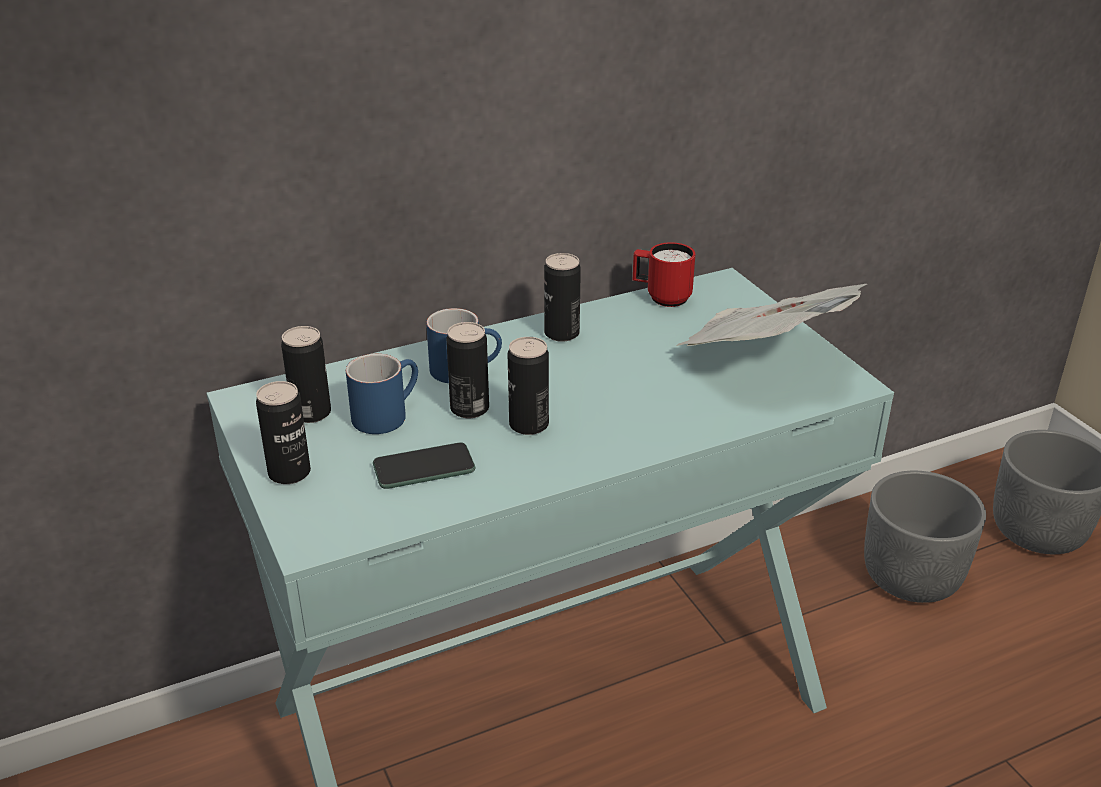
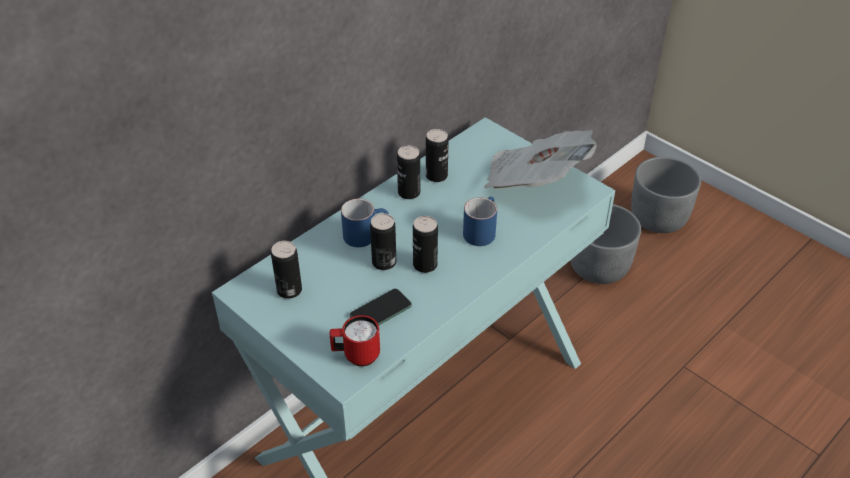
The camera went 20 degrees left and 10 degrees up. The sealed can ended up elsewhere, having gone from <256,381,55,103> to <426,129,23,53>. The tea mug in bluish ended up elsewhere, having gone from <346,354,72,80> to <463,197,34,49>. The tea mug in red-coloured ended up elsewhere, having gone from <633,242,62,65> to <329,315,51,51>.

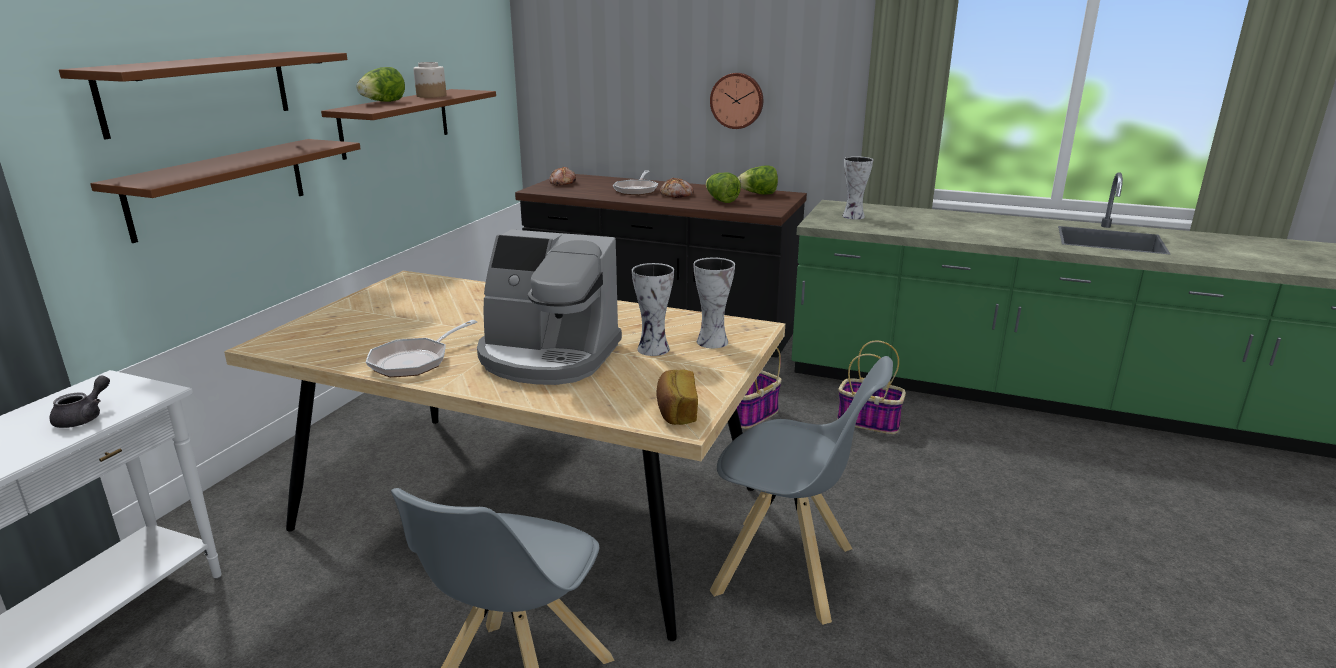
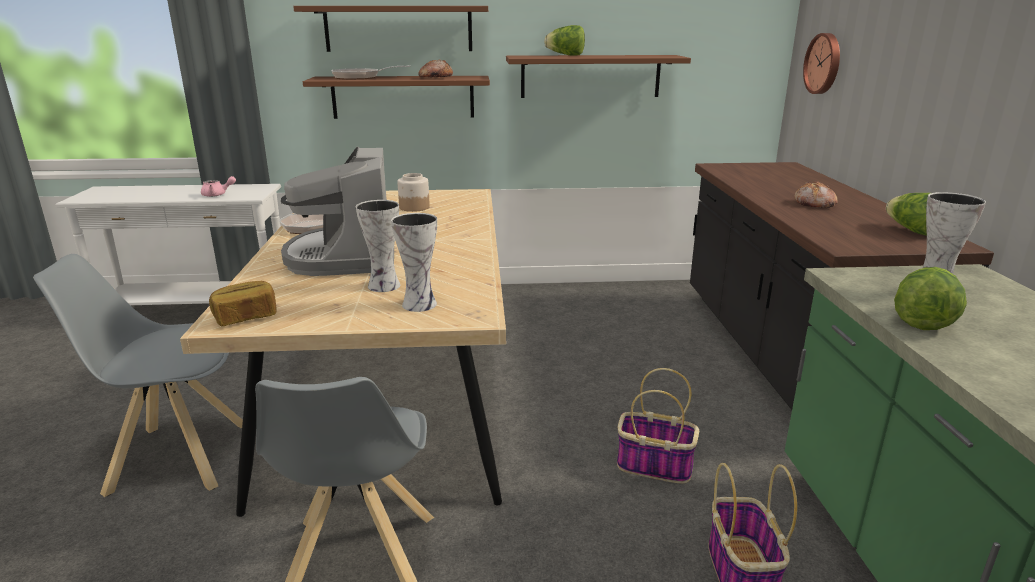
The camera went 65 degrees right and 0 degrees up. What was the pot for tea in gray at <49,375,61,53> turned into the pot for tea in pink at <201,176,35,21>. The preserve jar ended up elsewhere, having gone from <413,62,34,36> to <397,173,33,39>. The baked bread ended up elsewhere, having gone from <549,167,27,19> to <418,59,35,18>. The frying pan ended up elsewhere, having gone from <613,170,45,25> to <332,65,78,15>. The lettuce ended up elsewhere, having gone from <706,172,35,31> to <894,267,73,63>. The wall clock ended up elsewhere, having gone from <710,73,53,56> to <803,33,37,61>.

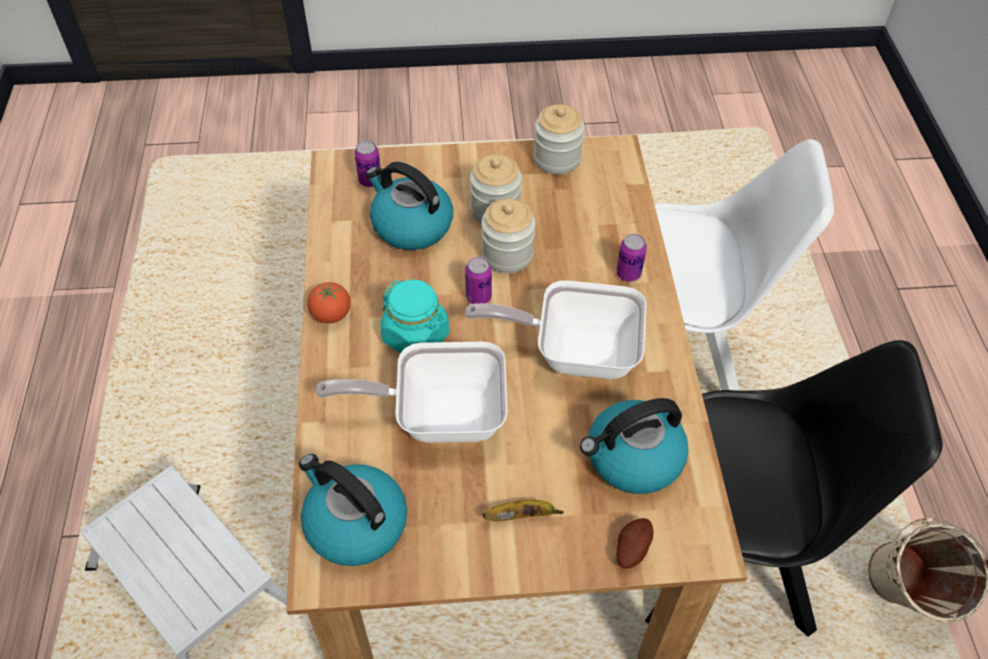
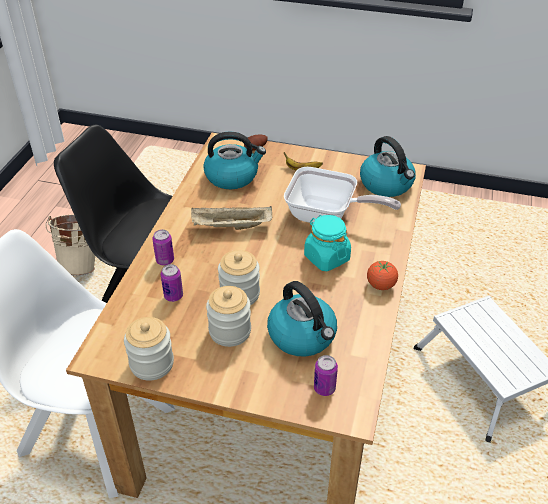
The camera went 160 degrees left and 10 degrees down. The sealed can ended up elsewhere, having gone from <465,257,27,47> to <161,264,22,38>. Where the frying pan stood at <465,280,182,99>, the carrying tray in sand-coloured came to stand at <191,206,81,24>.

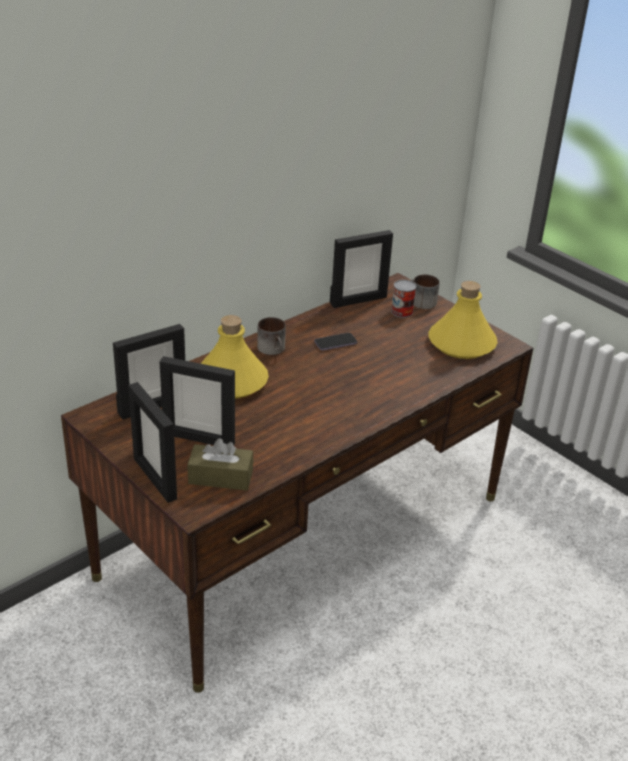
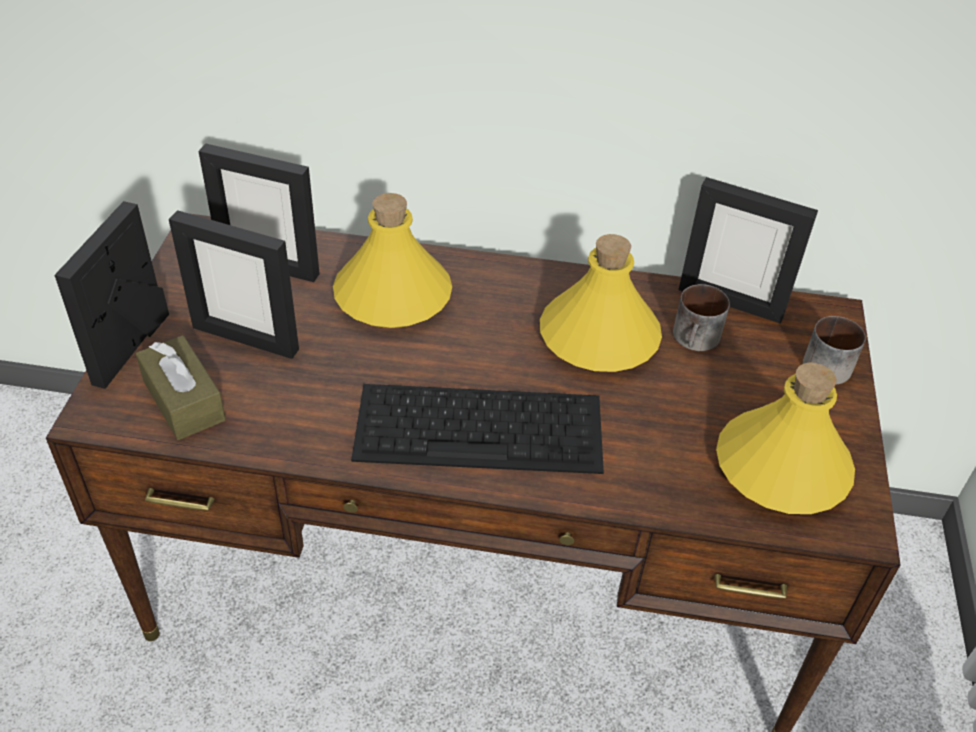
The camera went 50 degrees right and 10 degrees up. The photo frame at <159,356,76,89> ended up facing another way, 45 degrees counterclockwise from before. The tea mug ended up elsewhere, having gone from <257,317,29,38> to <673,284,57,67>. Where the handset stood at <314,333,43,17>, the beverage bottle in yellow came to stand at <540,234,122,138>. The second view lost the sealed can at <391,280,25,38>. The second view gained the keyboard at <351,384,253,90>.

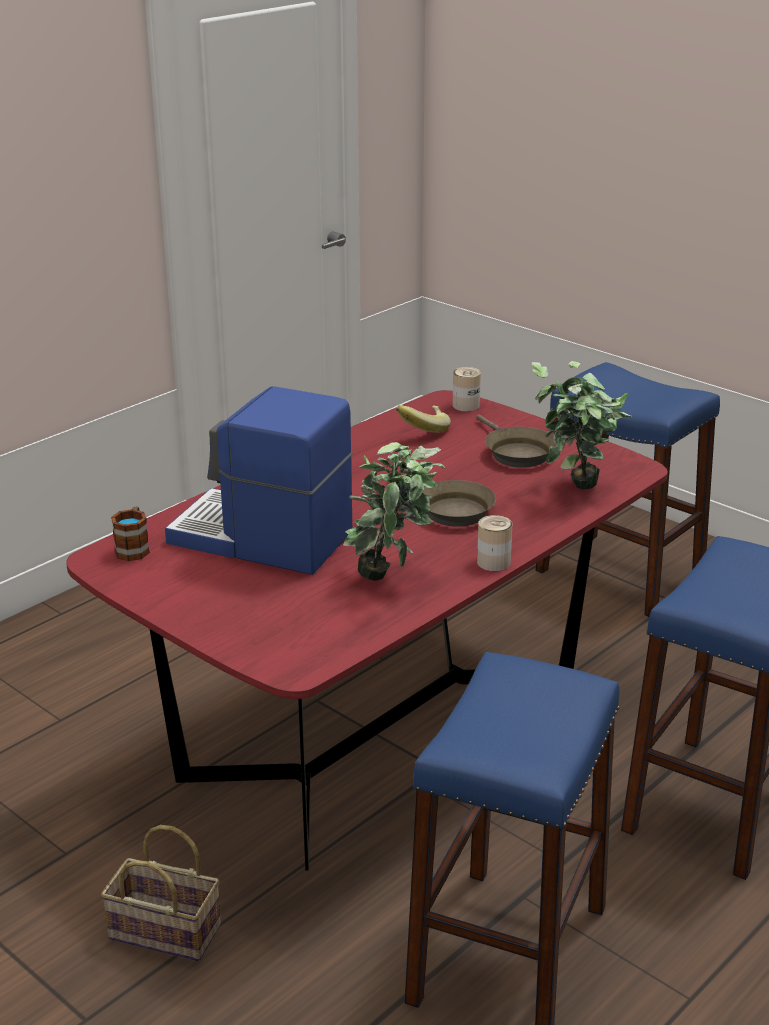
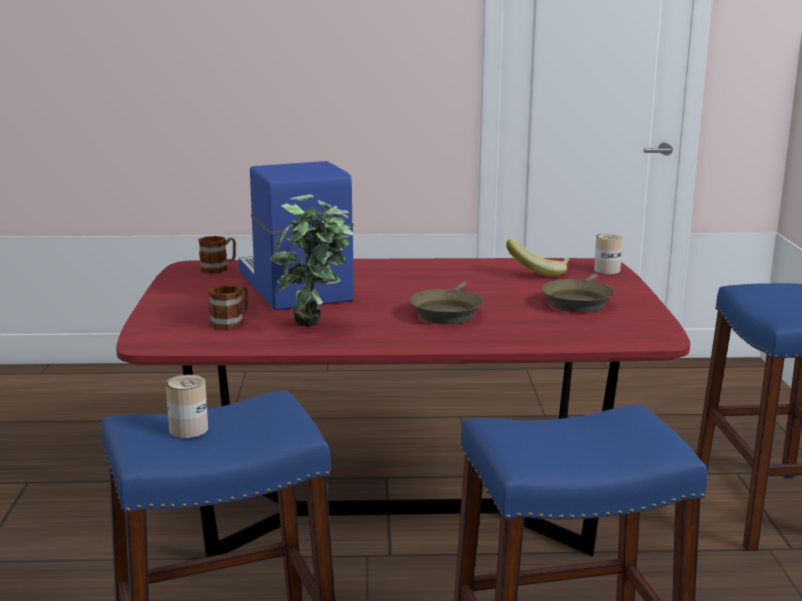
The camera went 45 degrees right and 10 degrees down. The second view lost the household basket at <101,825,120,136>. The sealed can ended up elsewhere, having gone from <477,515,35,56> to <166,375,42,63>. The second view lost the plant in a pot at <532,361,101,129>. The second view gained the tea mug at <208,285,40,45>.

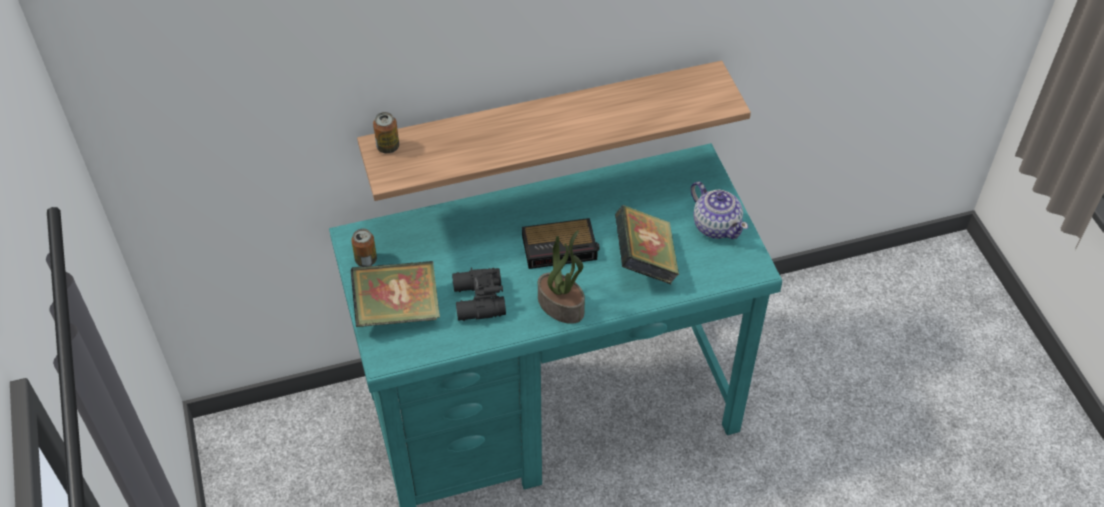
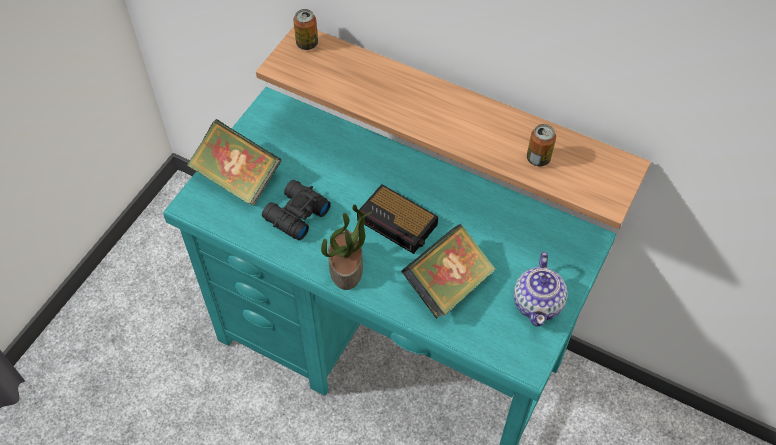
The camera went 45 degrees right and 5 degrees up. The sealed can ended up elsewhere, having gone from <351,229,26,38> to <527,124,29,43>.

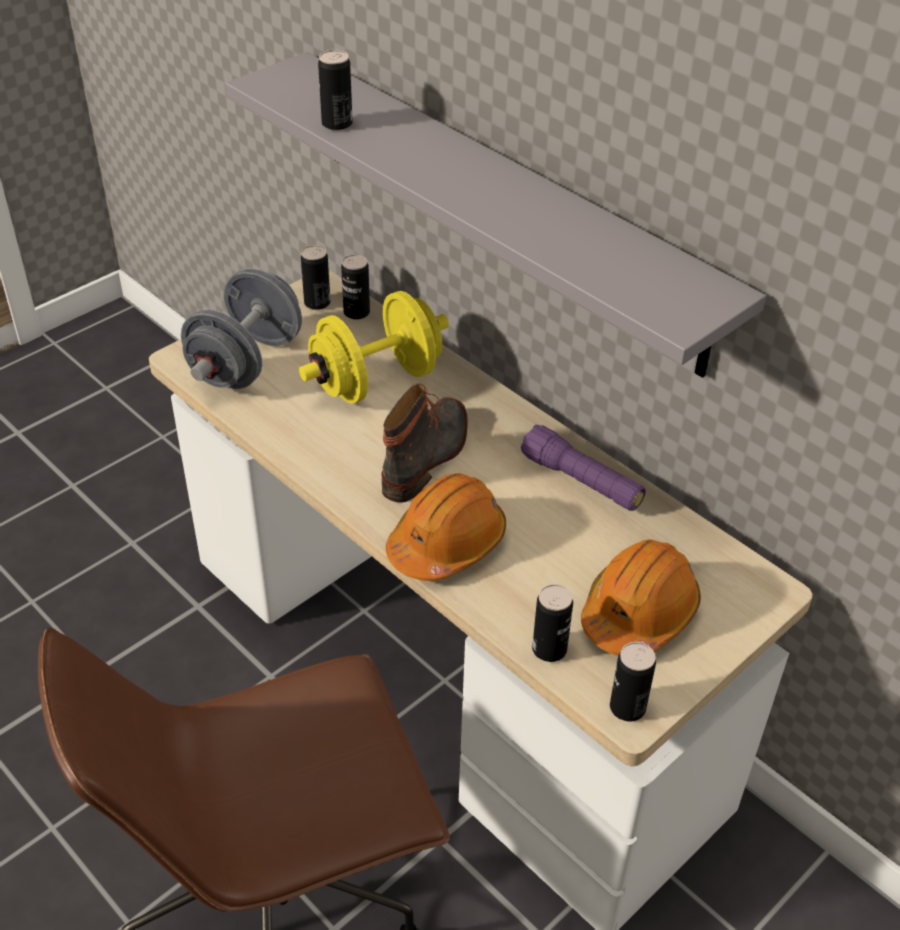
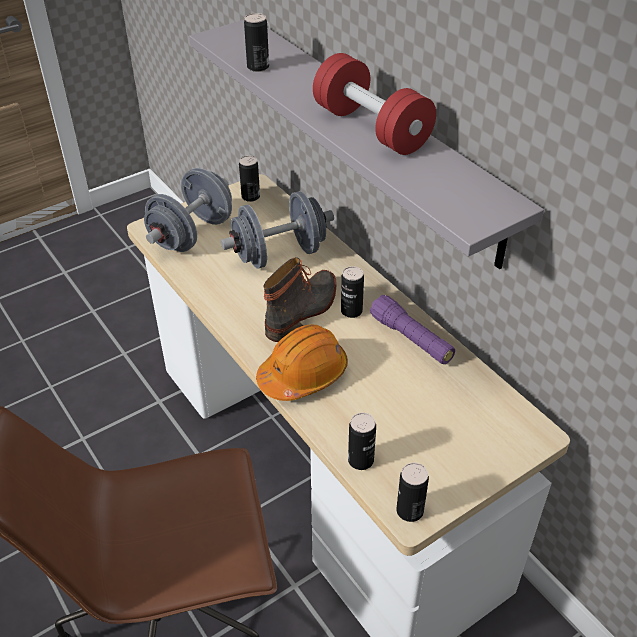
The camera went 10 degrees right and 0 degrees up. What was the free weight in yellow at <299,291,150,113> turned into the free weight in gray at <221,191,113,78>. The sealed can ended up elsewhere, having gone from <341,254,29,66> to <341,266,23,52>. The second view lost the hard hat in orangey at <581,539,120,117>. The second view gained the free weight in red-coloured at <313,53,123,102>.

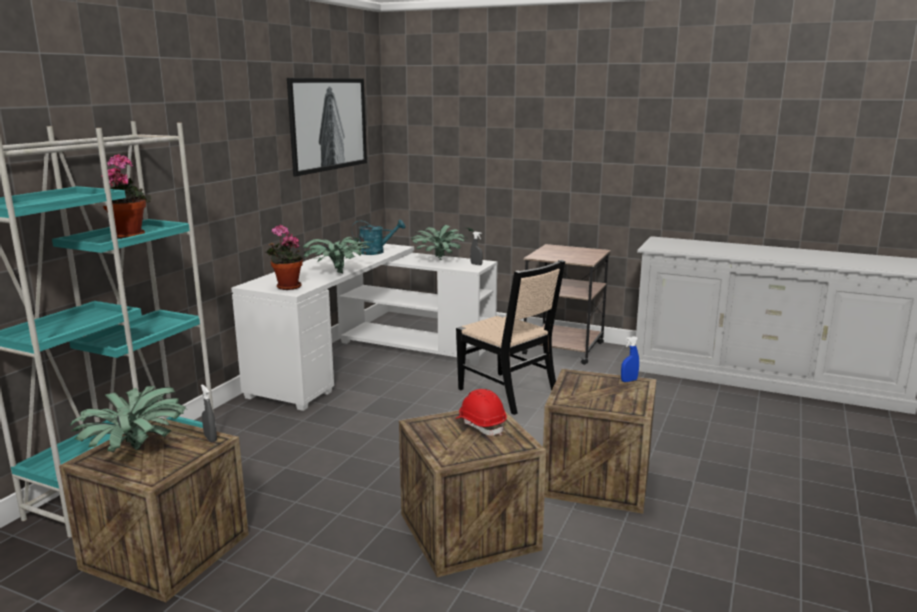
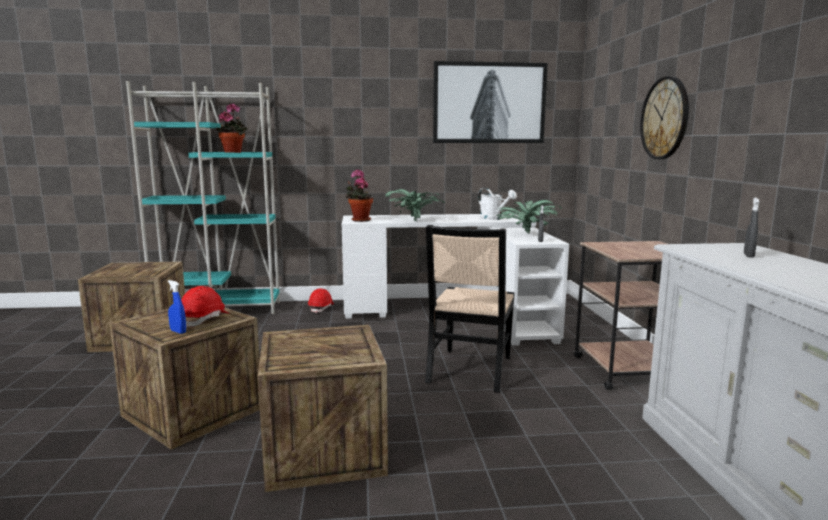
The camera went 60 degrees right and 5 degrees down. The second view lost the plant in a pot at <70,386,116,67>. The sprayer in gray ended up elsewhere, having gone from <201,385,16,57> to <744,198,15,60>. What was the watering can in turquoise-coloured at <352,219,54,36> turned into the watering can in white at <478,188,39,32>. The sprayer in bluish ended up elsewhere, having gone from <621,336,18,46> to <168,280,18,54>. The second view gained the hard hat in red-coloured at <308,288,26,25>. The second view gained the wall clock at <640,76,49,83>.

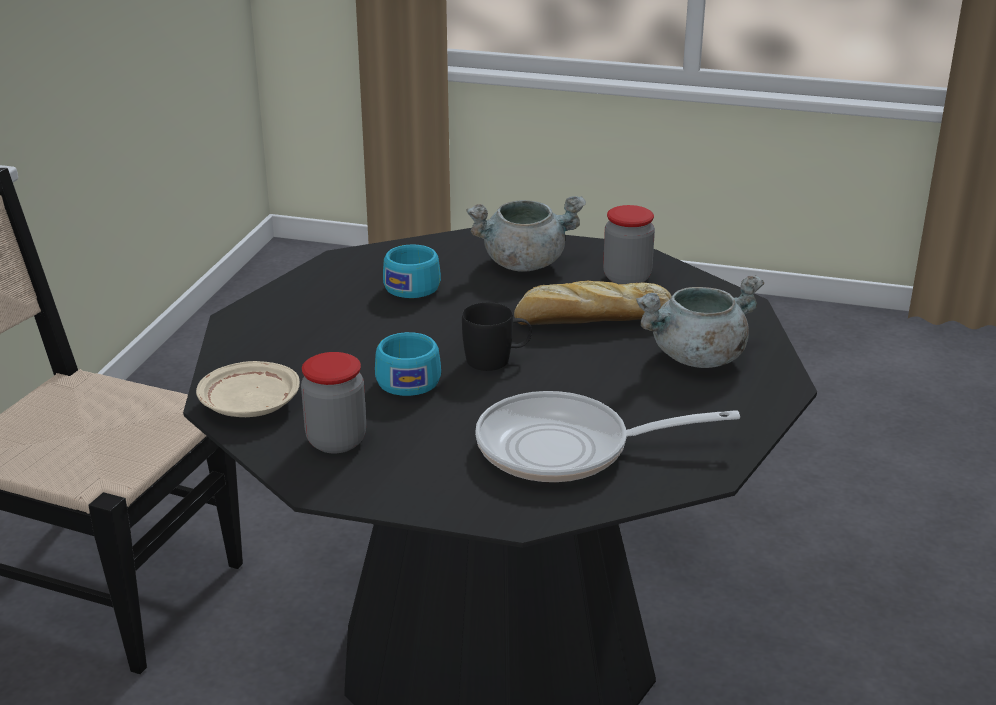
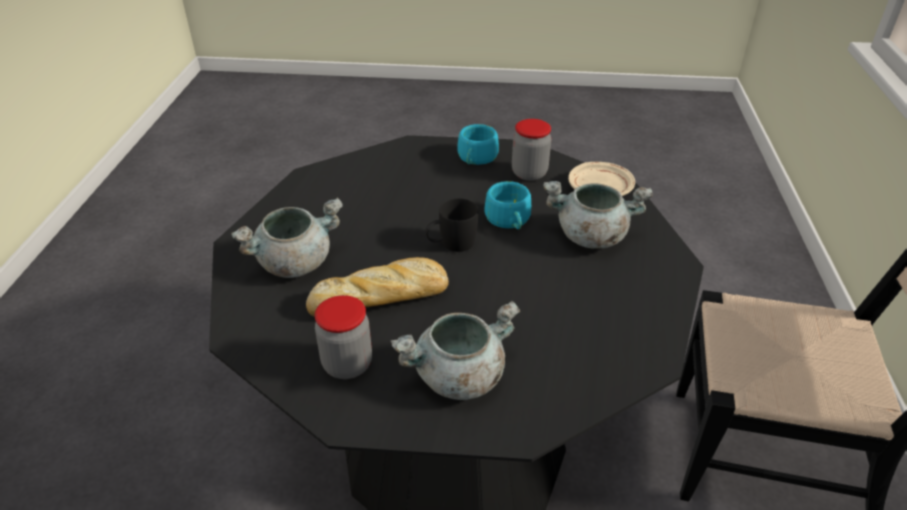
The camera went 170 degrees right and 10 degrees up. The drinking cup in turquoise-coloured ended up elsewhere, having gone from <383,244,58,54> to <457,124,42,41>. The second view lost the frying pan at <475,391,265,91>. The second view gained the cooking pot in gray at <543,181,110,68>.

